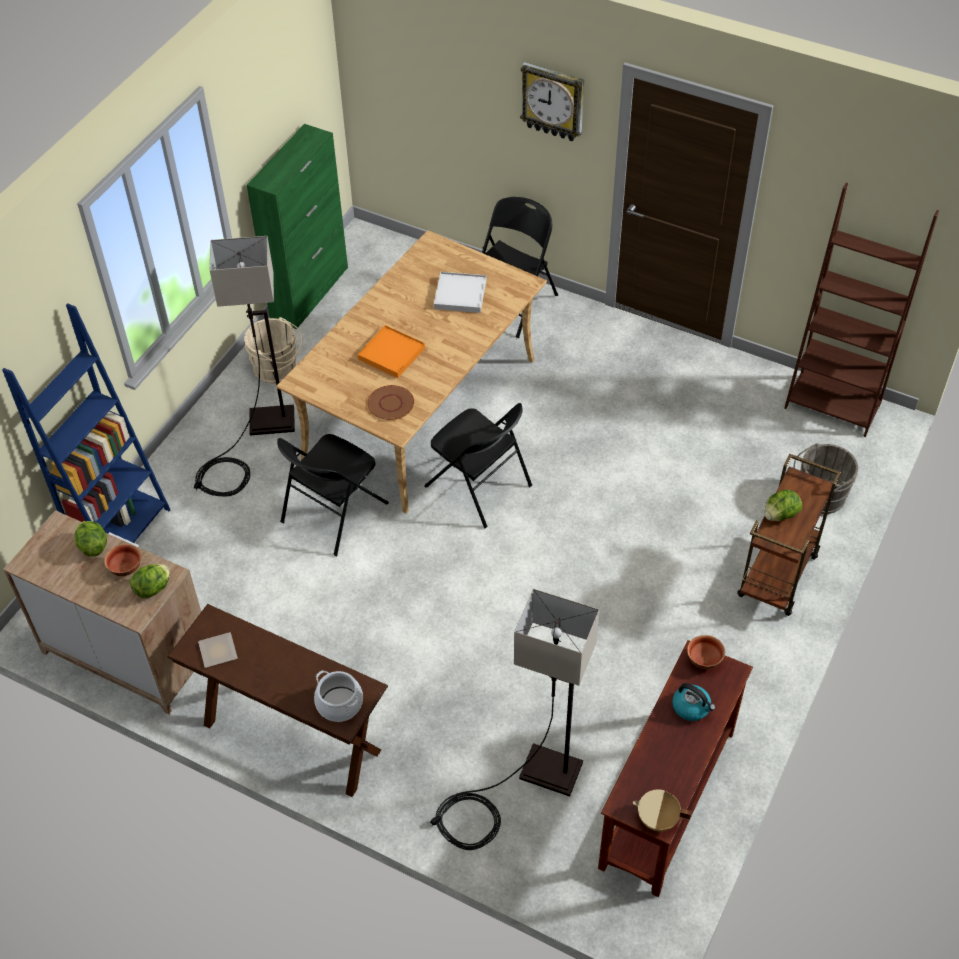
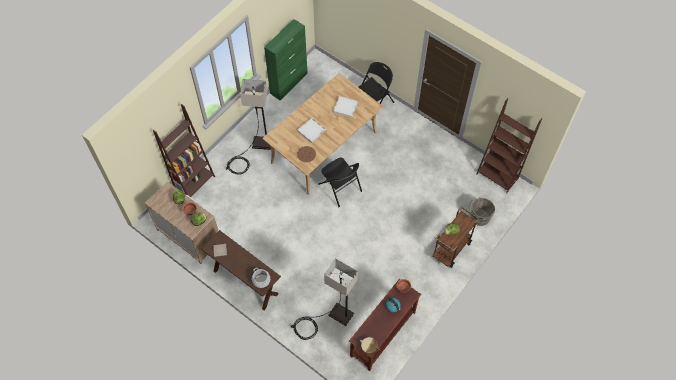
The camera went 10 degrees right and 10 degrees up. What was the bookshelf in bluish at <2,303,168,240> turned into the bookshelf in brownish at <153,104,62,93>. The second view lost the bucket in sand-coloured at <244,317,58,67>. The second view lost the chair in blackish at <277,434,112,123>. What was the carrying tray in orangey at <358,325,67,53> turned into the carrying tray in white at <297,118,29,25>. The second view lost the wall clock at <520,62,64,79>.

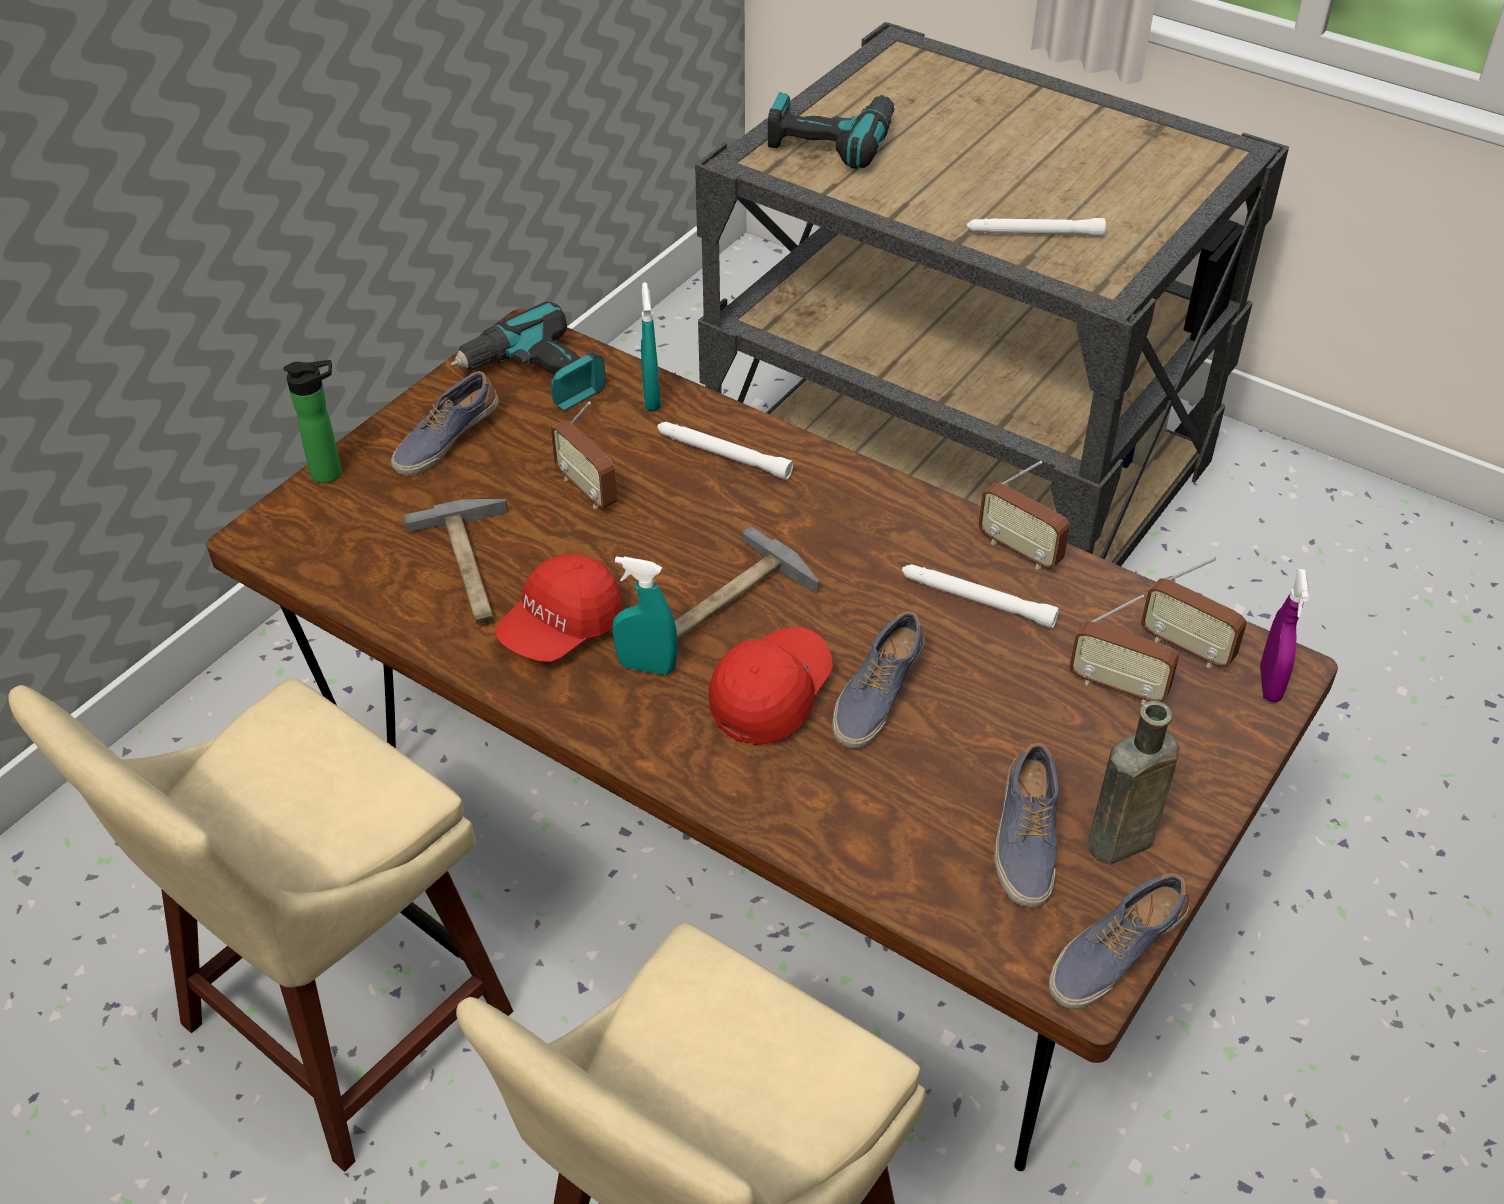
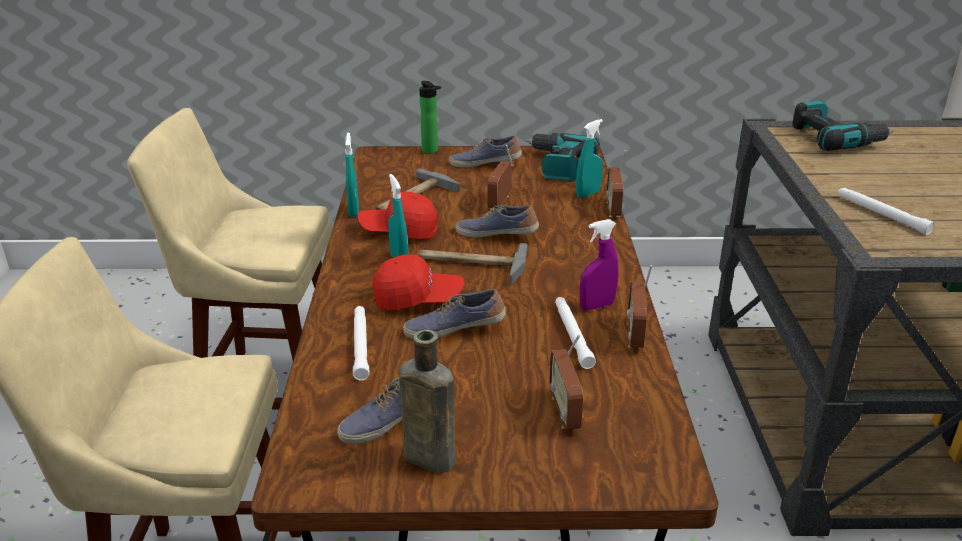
The camera went 55 degrees right and 15 degrees down. The hand torch in white ended up elsewhere, having gone from <657,422,136,58> to <353,306,17,75>. The item of footwear ended up elsewhere, having gone from <1048,873,141,136> to <455,205,84,33>. The radio set ended up elsewhere, having gone from <1141,557,106,111> to <606,150,20,67>. The sprayer in purple-coloured ended up elsewhere, having gone from <1260,569,49,133> to <580,219,39,91>. The second view gained the sprayer in turquoise-coloured at <345,132,14,85>.

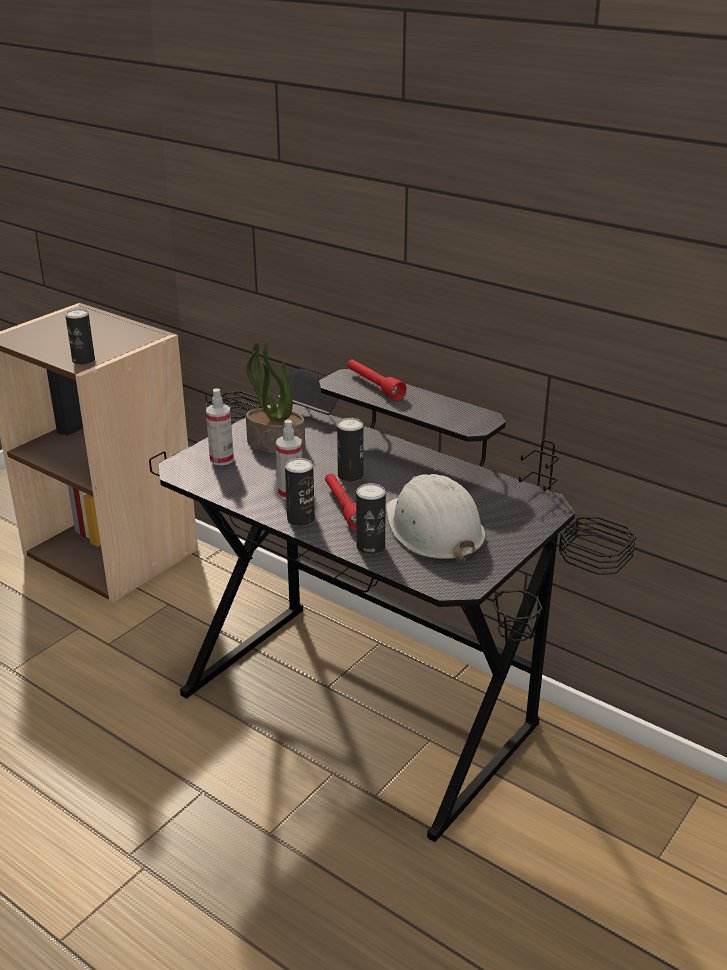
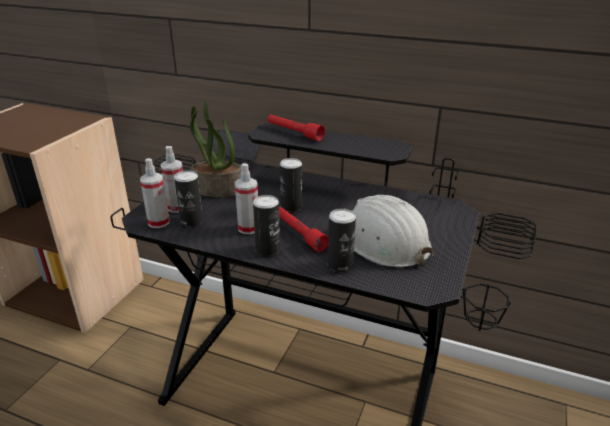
The camera went 15 degrees left and 0 degrees up. The sealed can ended up elsewhere, having gone from <65,309,30,56> to <174,170,29,57>. The second view gained the sprayer at <140,158,30,70>.

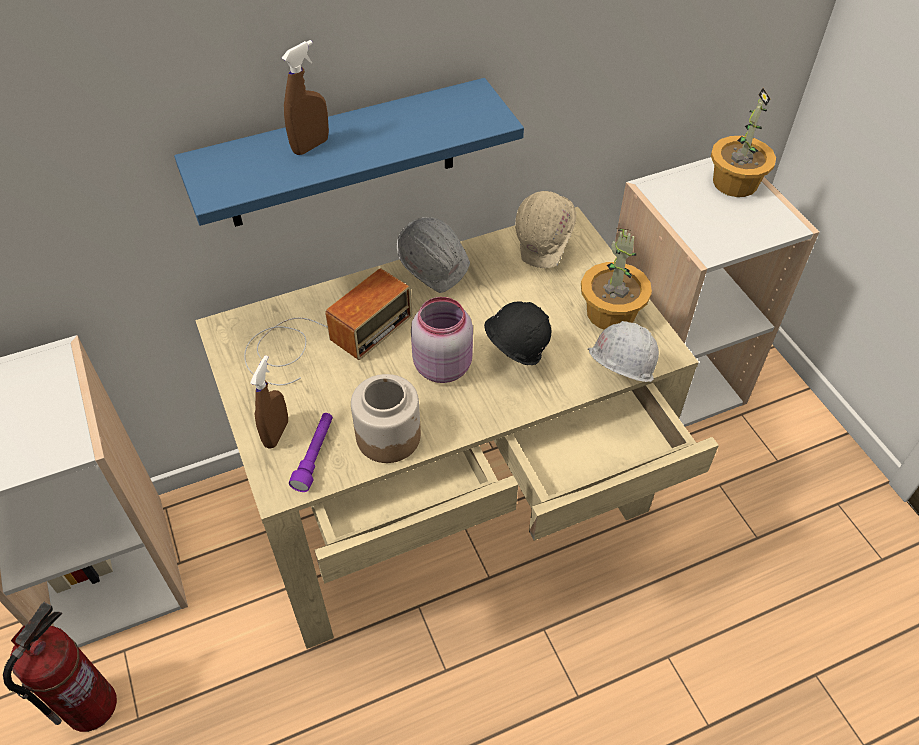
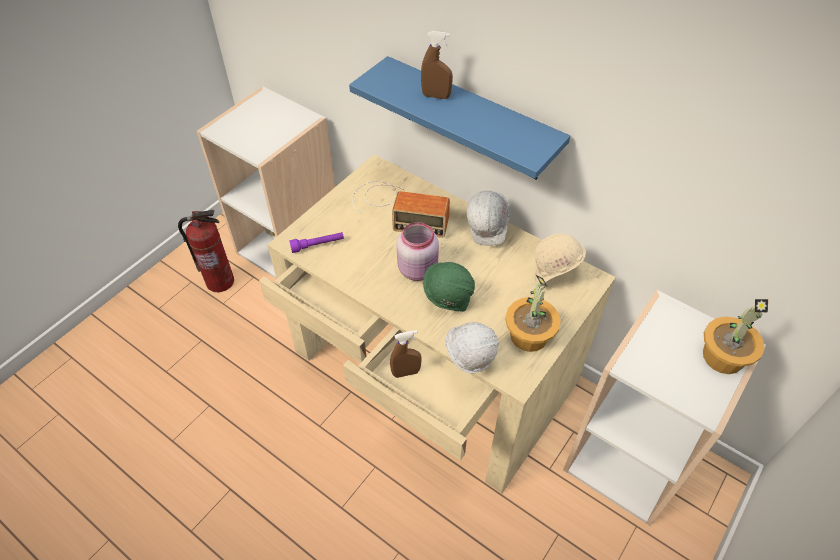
The camera went 60 degrees right and 0 degrees up. The sprayer in brownish ended up elsewhere, having gone from <250,355,38,93> to <390,330,32,48>. The second view lost the preserve jar at <351,374,70,89>. What was the hard hat in blackish at <484,301,67,64> turned into the hard hat in green at <423,262,52,50>.

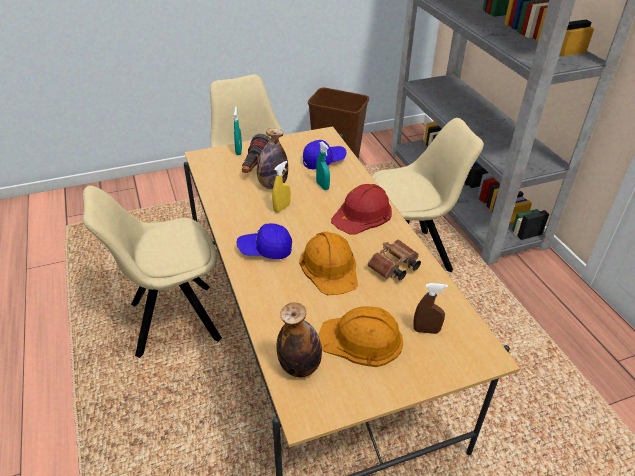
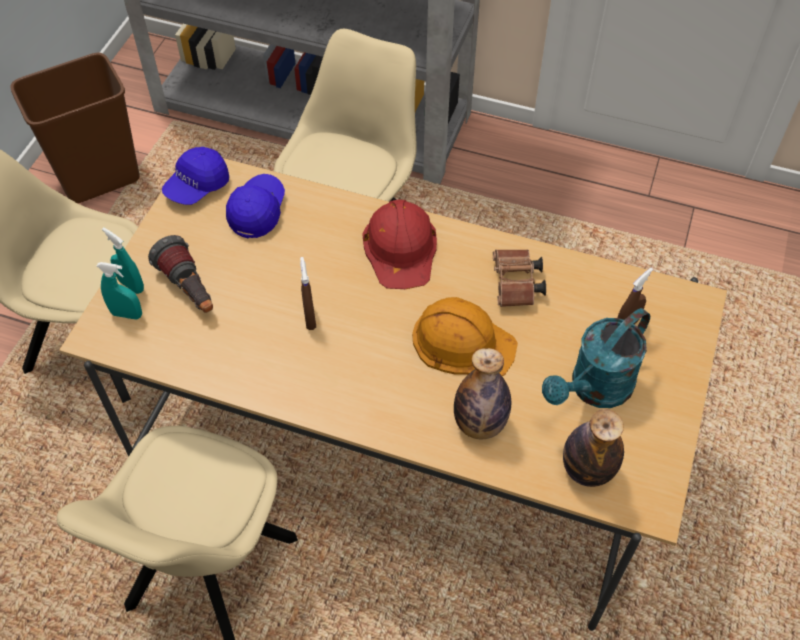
The camera went 50 degrees left and 15 degrees up. The baseball cap in bluish ended up elsewhere, having gone from <237,223,55,36> to <162,147,67,58>. The beverage bottle ended up elsewhere, having gone from <257,128,31,61> to <454,348,57,91>. What was the sprayer in yellow at <272,161,19,52> turned into the sprayer in brownish at <300,257,16,73>. The sprayer in turquoise-coloured ended up elsewhere, having gone from <316,141,14,49> to <96,262,46,57>. Where the hard hat in orangey stood at <319,306,84,61>, the watering can in turquoise-coloured came to stand at <542,308,108,100>.

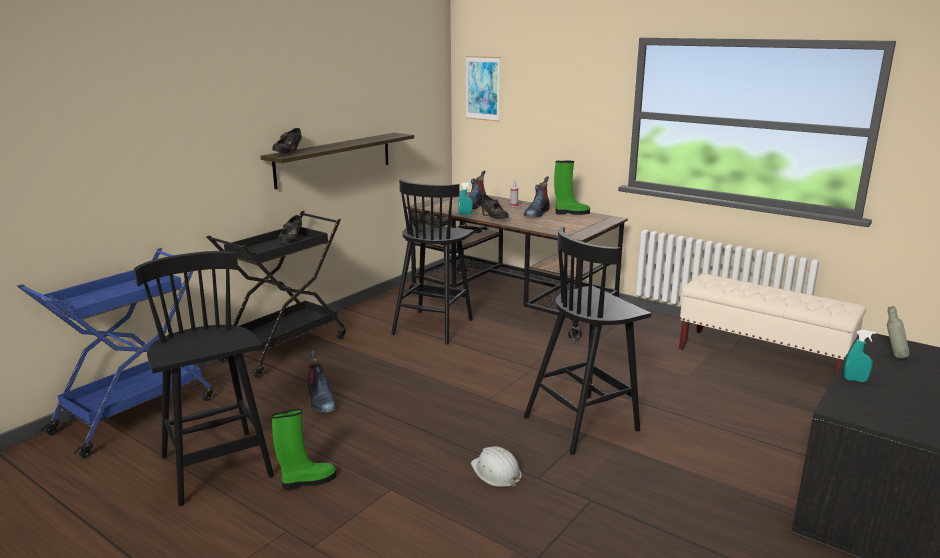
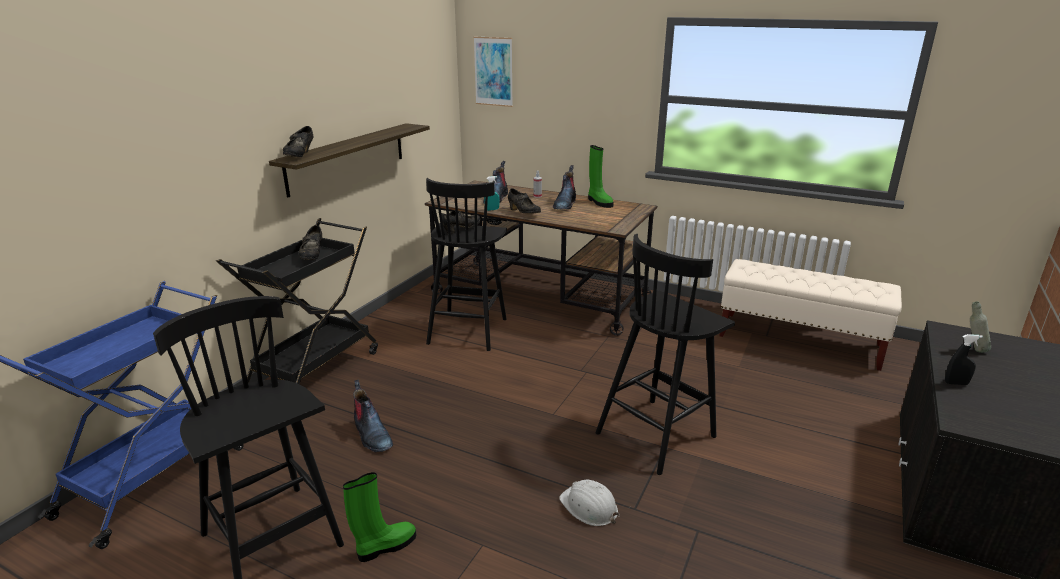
The camera went 10 degrees left and 5 degrees up. The high-top boot in green at <554,161,36,54> ended up facing another way, 75 degrees clockwise from before. What was the sprayer in turquoise-coloured at <844,330,32,52> turned into the sprayer in blackish at <945,334,38,51>.

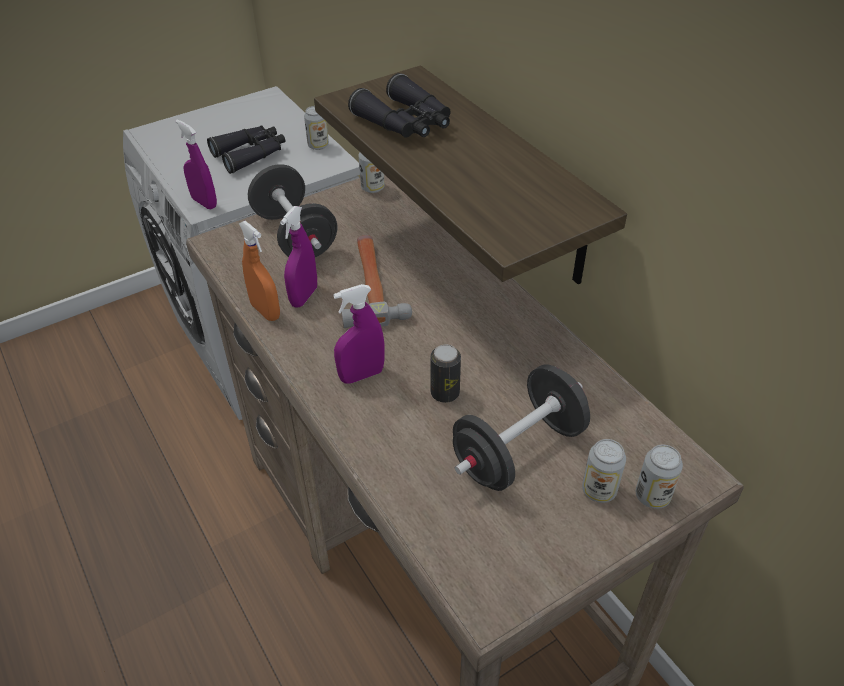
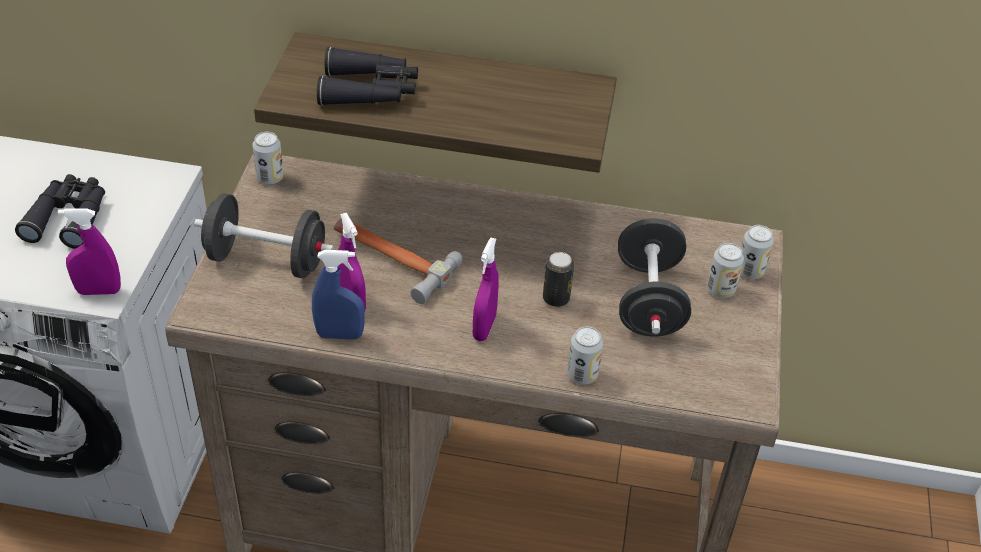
The camera went 50 degrees left and 0 degrees up. What was the sprayer in orangey at <239,221,41,100> turned into the sprayer in bluish at <312,250,53,90>. The sealed can ended up elsewhere, having gone from <304,106,25,44> to <567,326,36,59>.

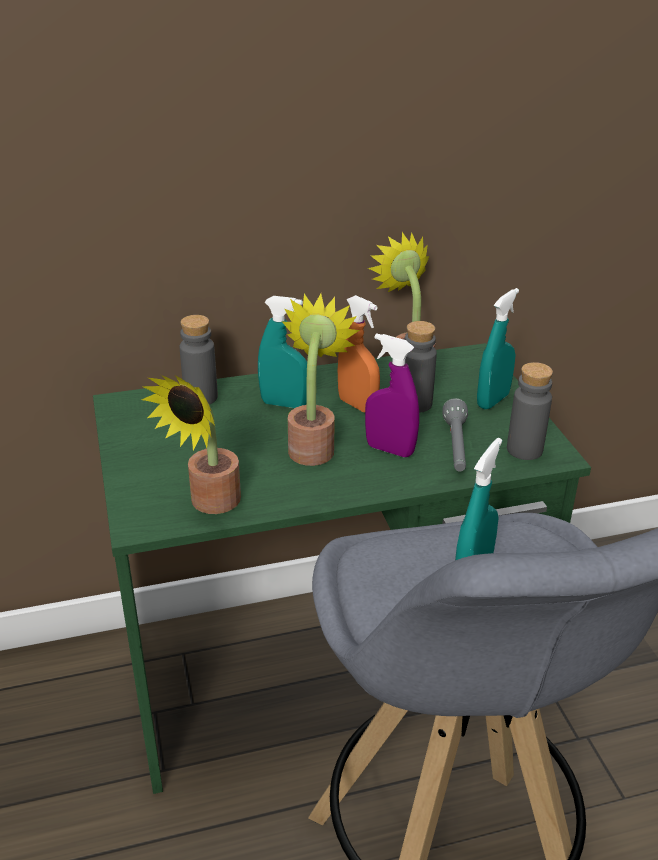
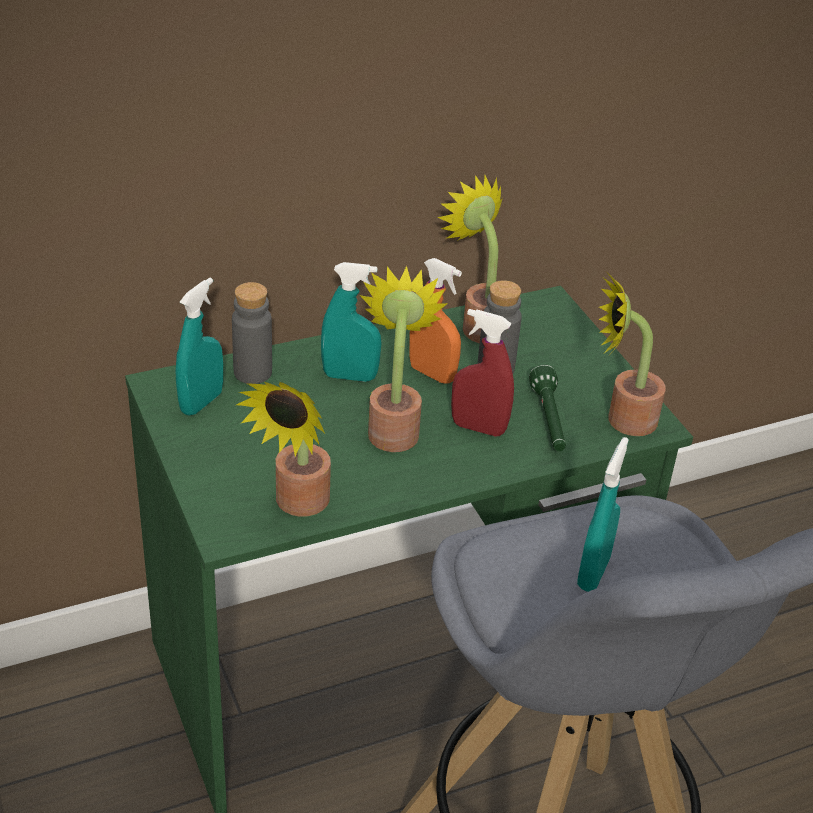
The camera went 10 degrees left and 5 degrees up. What was the sprayer in purple-coloured at <365,333,54,124> turned into the sprayer in red-coloured at <451,309,63,128>. What was the hand torch in gray at <442,398,26,74> turned into the hand torch in green at <529,364,37,87>. The sprayer in turquoise-coloured ended up elsewhere, having gone from <477,288,42,121> to <176,278,47,138>. Where the beverage bottle in gray stood at <507,362,46,98>, the plant in a pot came to stand at <598,273,68,163>.

